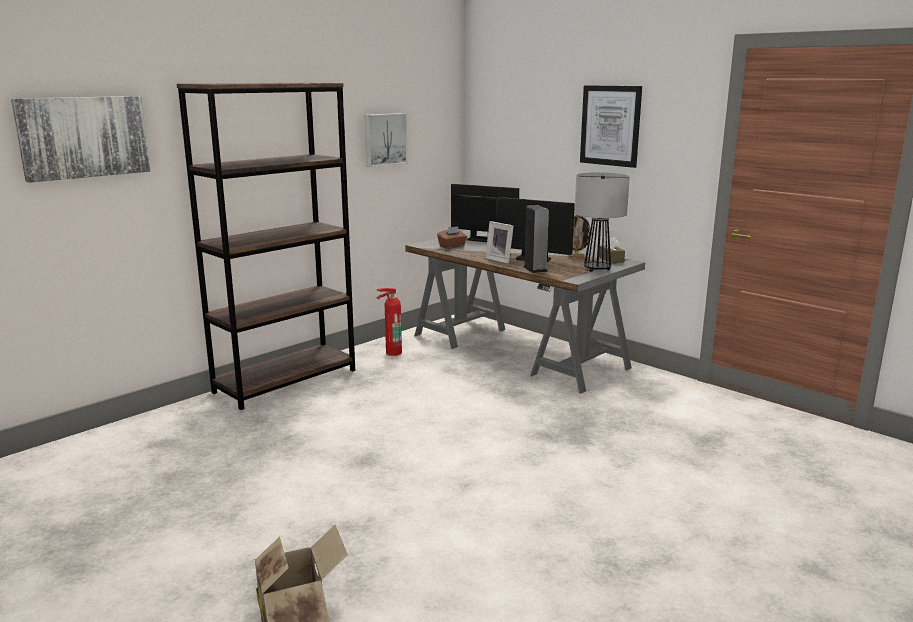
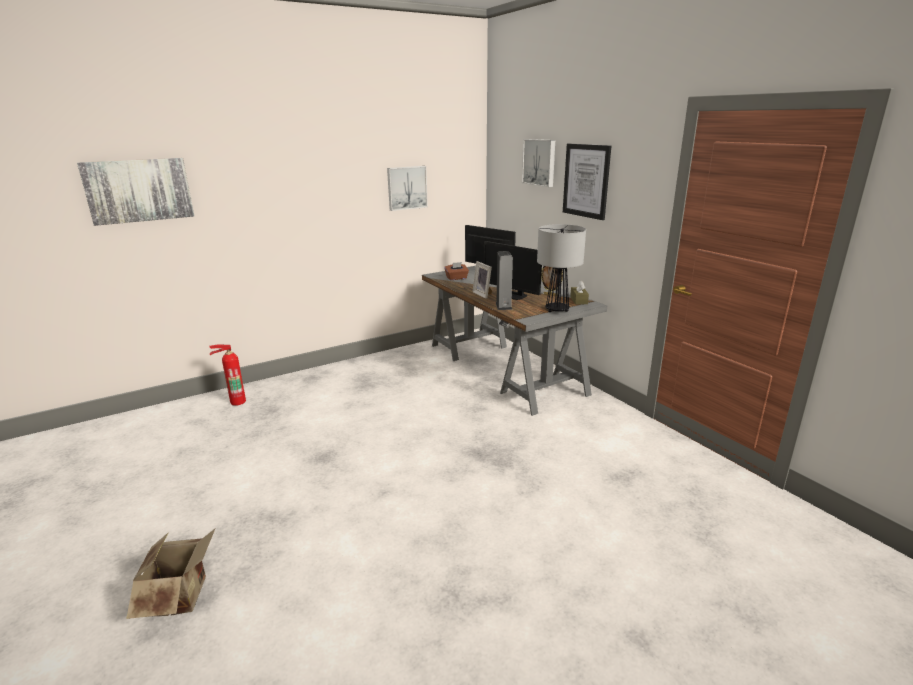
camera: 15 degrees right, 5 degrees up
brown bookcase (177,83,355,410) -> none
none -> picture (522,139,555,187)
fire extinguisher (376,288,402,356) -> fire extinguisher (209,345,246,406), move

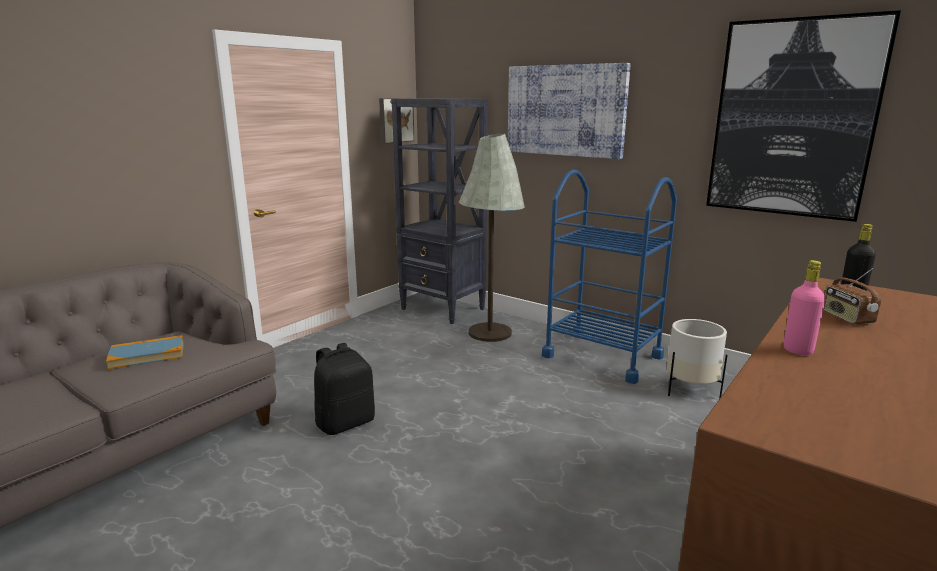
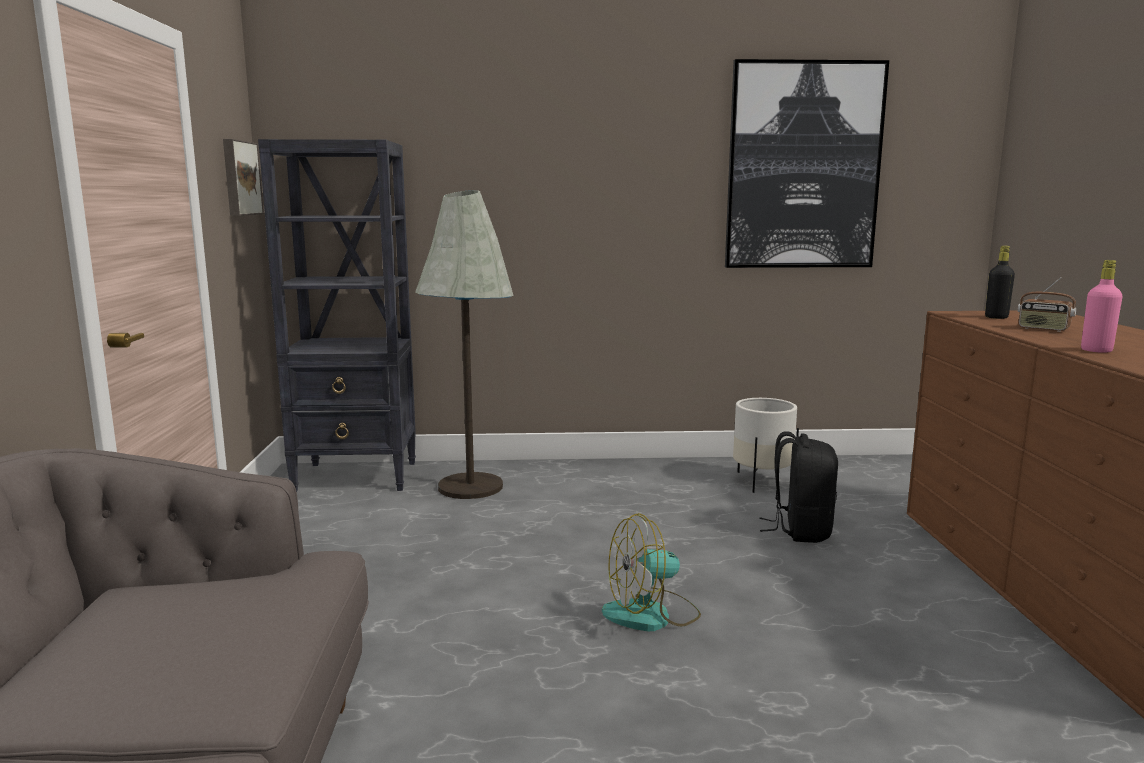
camera: 40 degrees left, 5 degrees down
book (106,335,184,369) -> none
picture (508,63,631,159) -> none
blue cart (542,170,677,384) -> none
none -> fan (602,513,701,631)
black backpack (314,343,375,435) -> black backpack (759,432,838,543), move

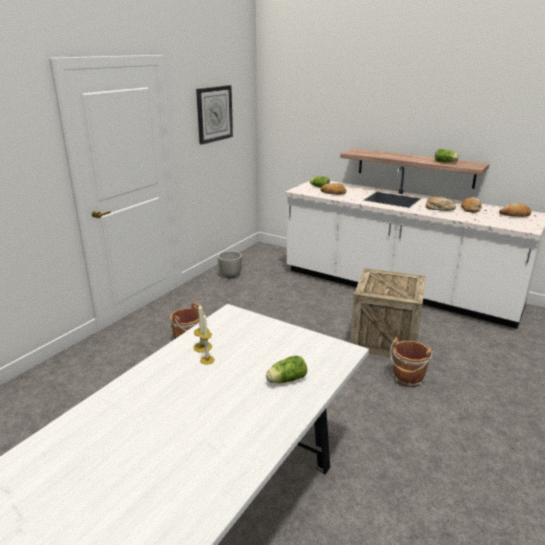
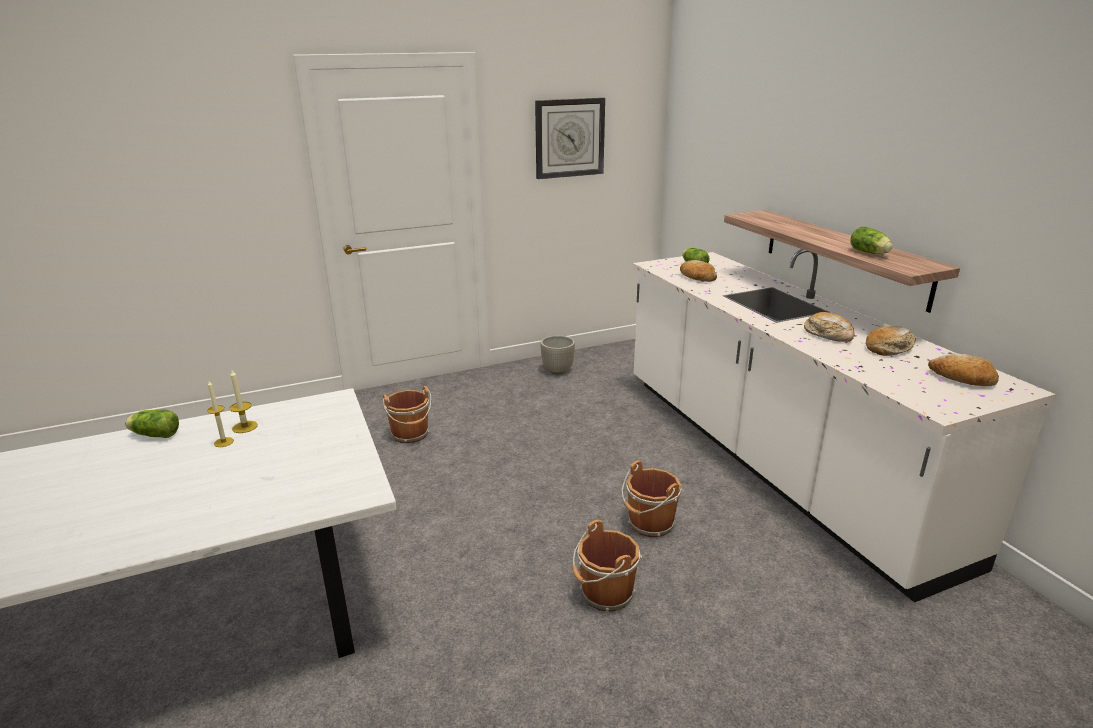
camera: 35 degrees right, 0 degrees up
lettuce (266,356,307,383) -> lettuce (125,410,179,438), move
crate (350,268,426,358) -> brown bucket (621,460,682,537)

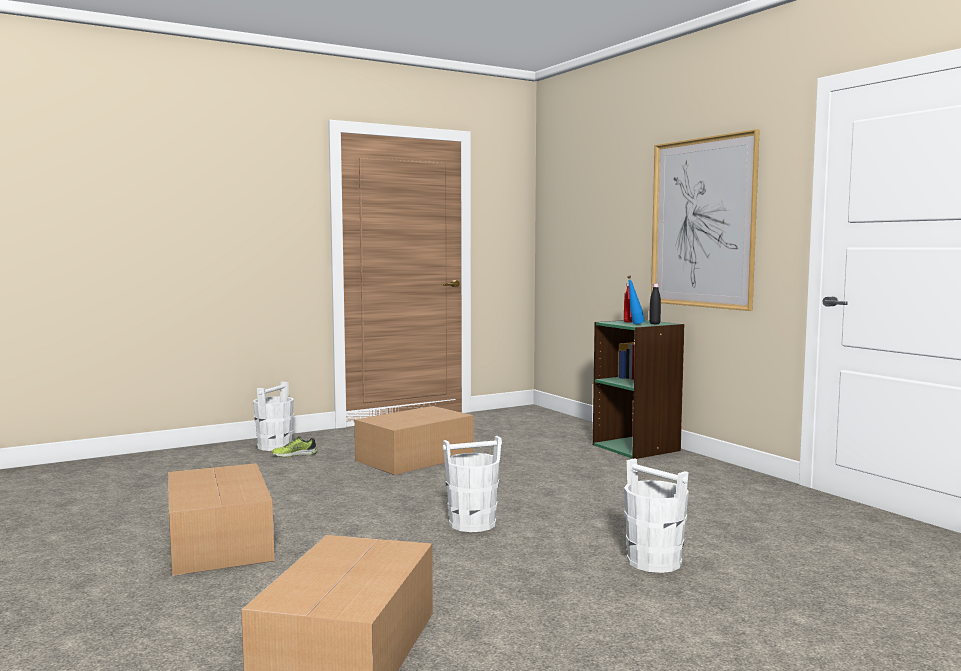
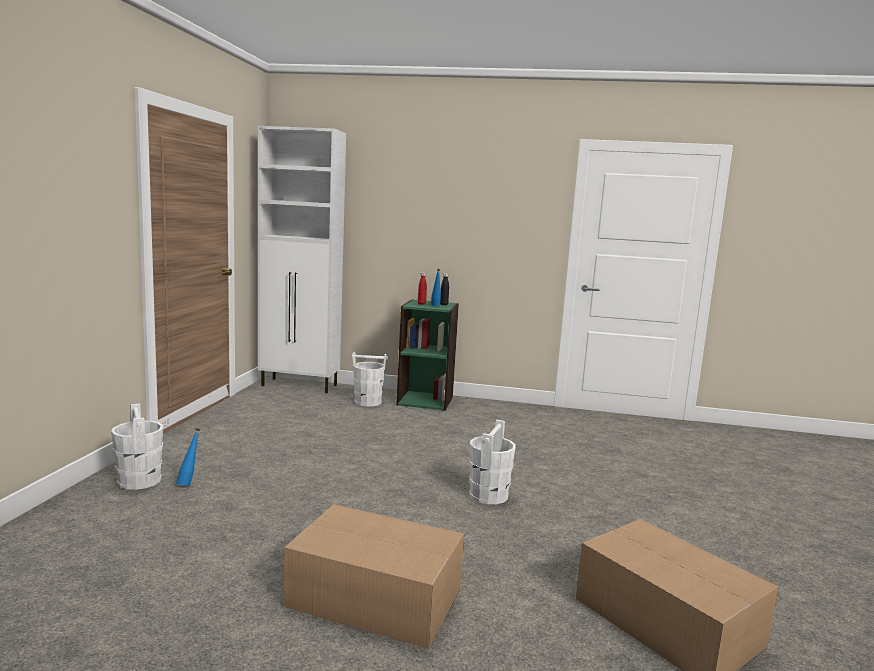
camera: 50 degrees left, 5 degrees up
cardboard box (355,406,474,475) -> none
picture (651,129,760,311) -> none
none -> white cabinet (258,126,346,393)
white bucket (624,458,689,573) -> white bucket (352,352,388,407), move
shoe (272,436,318,457) -> blue bottle (176,428,200,486)

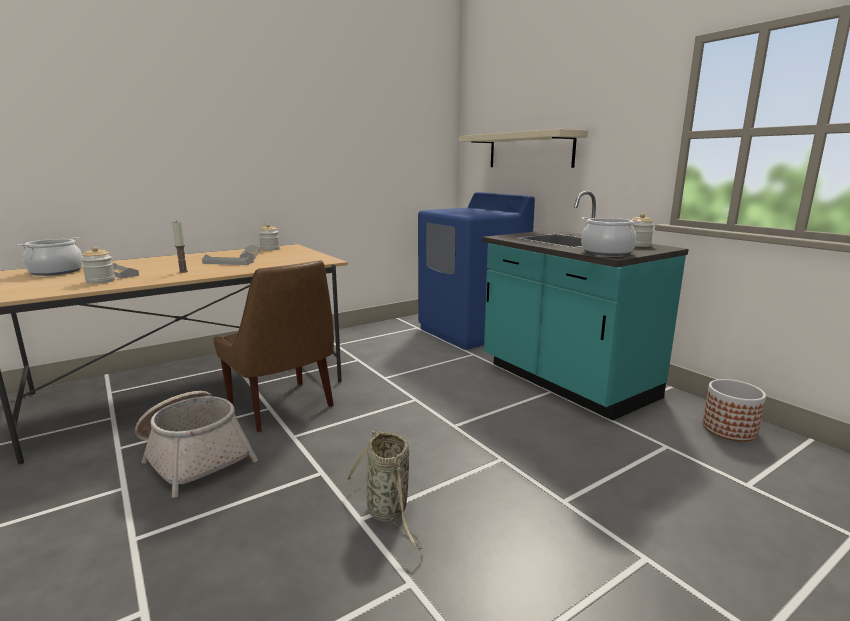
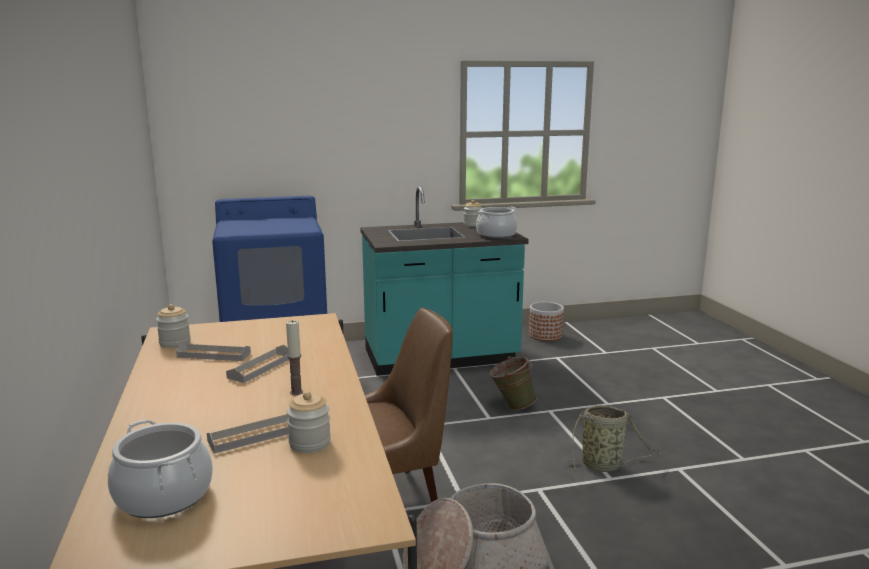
camera: 70 degrees left, 0 degrees up
beige shelf (459,129,588,168) -> none
none -> green bucket (489,356,537,410)

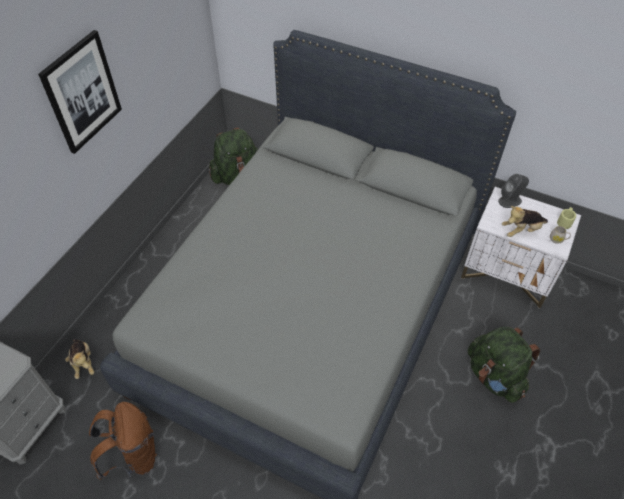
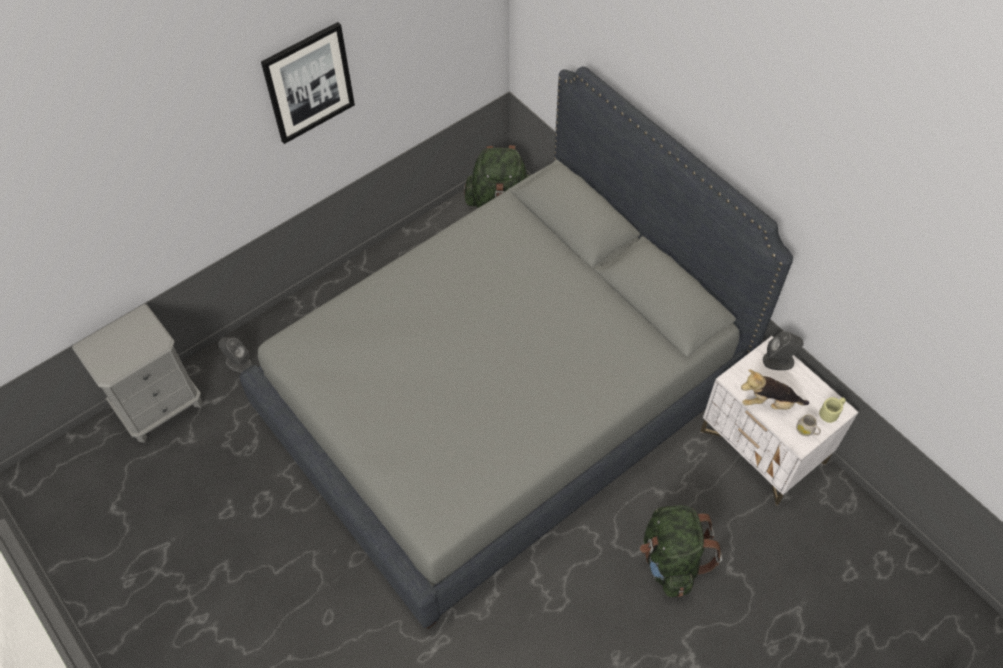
camera: 25 degrees right, 5 degrees up
brown backpack (89,402,157,480) -> none
plush toy (65,339,95,379) -> grey speaker (218,337,252,373)

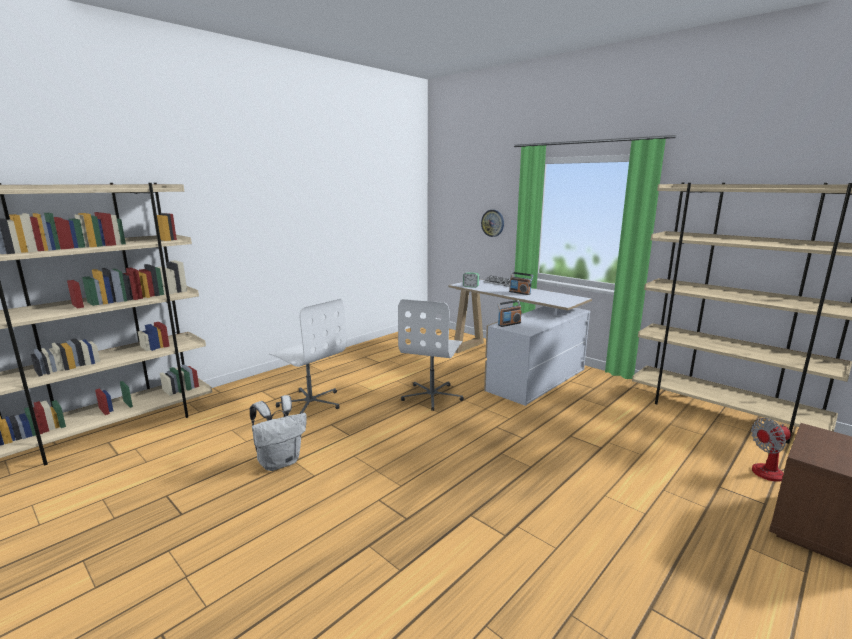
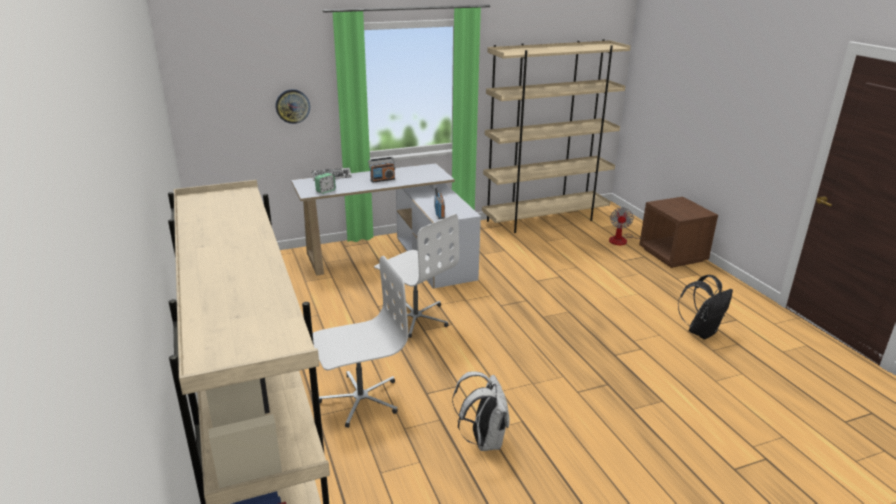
camera: 65 degrees left, 10 degrees up
none -> black backpack (678,275,733,339)

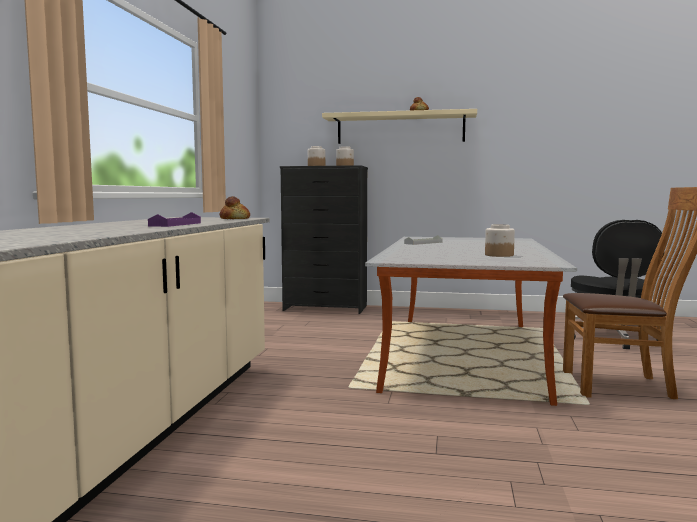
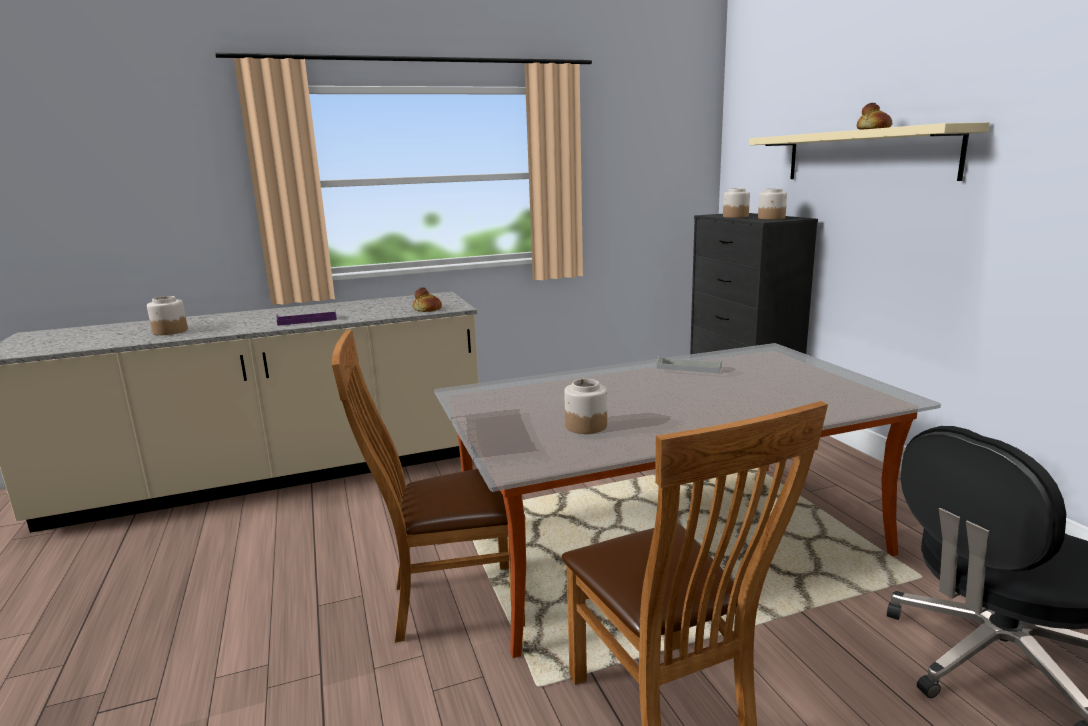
camera: 60 degrees right, 10 degrees up
none -> jar (147,296,188,335)
none -> brown chair (332,330,525,642)

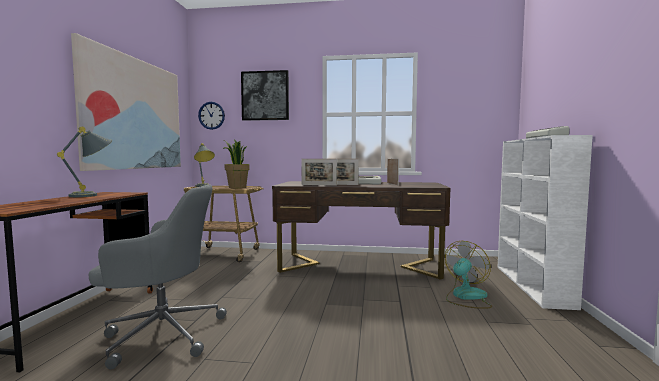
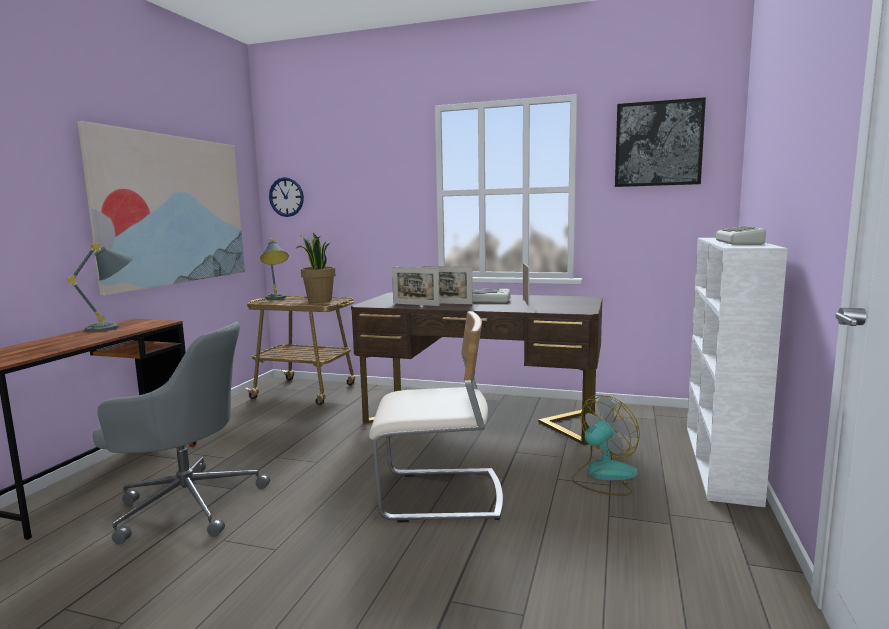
camera: 10 degrees right, 5 degrees up
none -> beige chair (369,311,503,522)
picture (241,70,289,121) -> picture (615,97,706,187), move

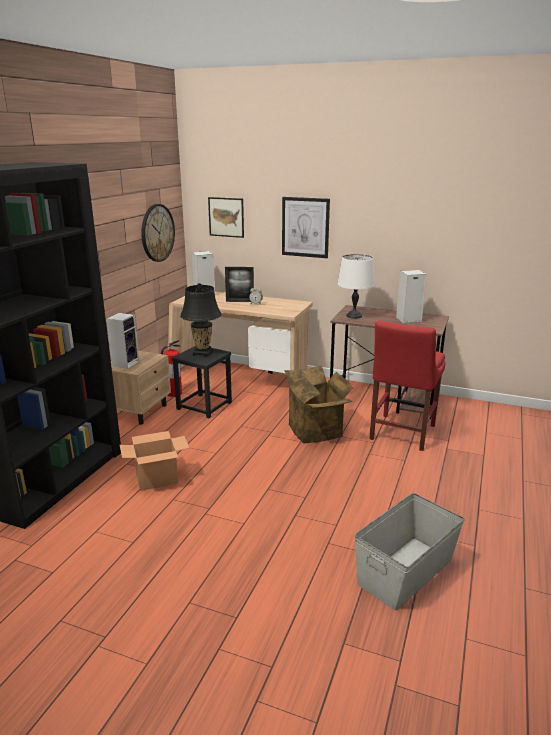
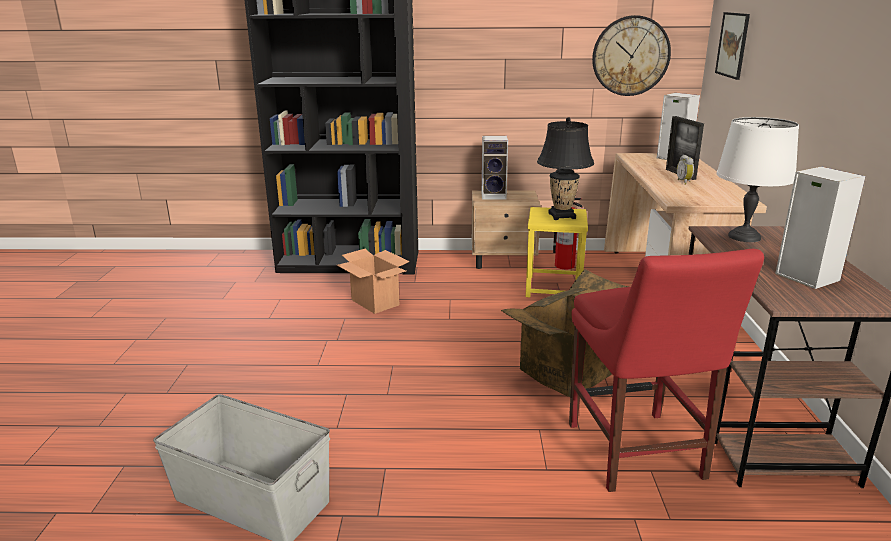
camera: 70 degrees right, 0 degrees up
picture (282,197,330,258) -> none
black stool (172,346,232,418) -> yellow stool (526,207,588,297)
red chair (369,320,446,451) -> red chair (569,249,764,492), 105 degrees counterclockwise

